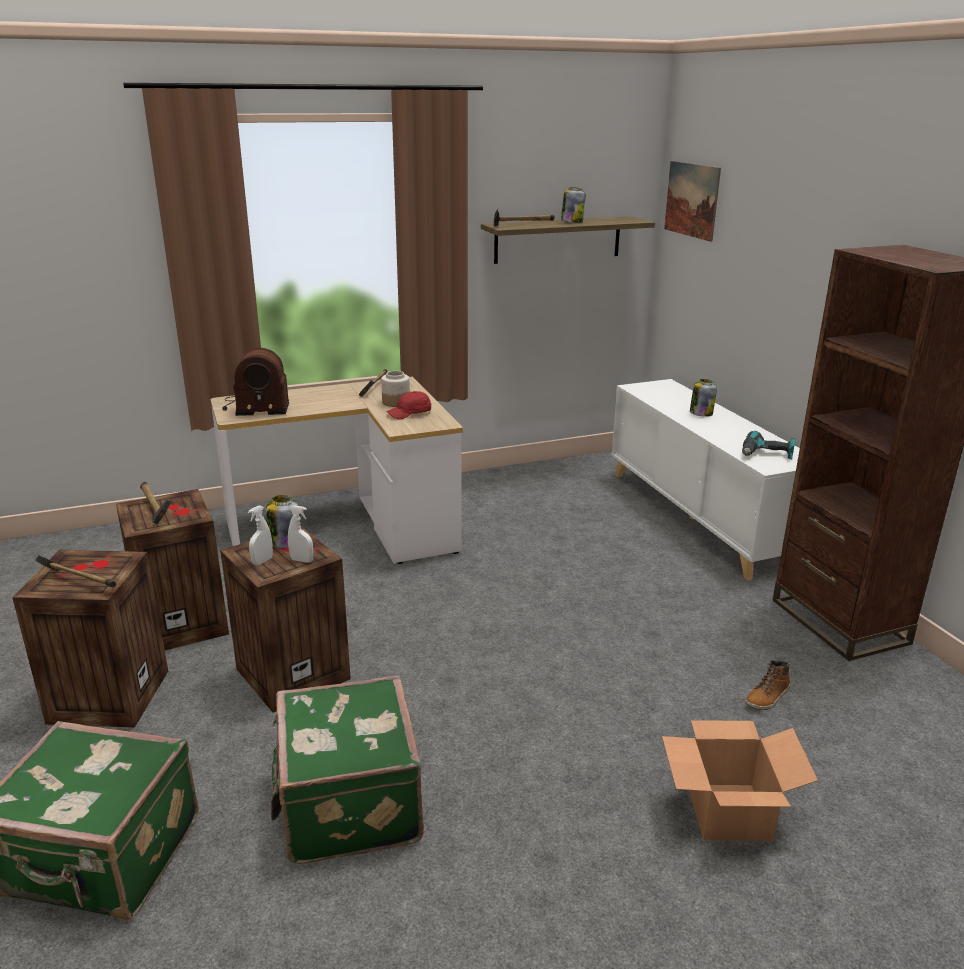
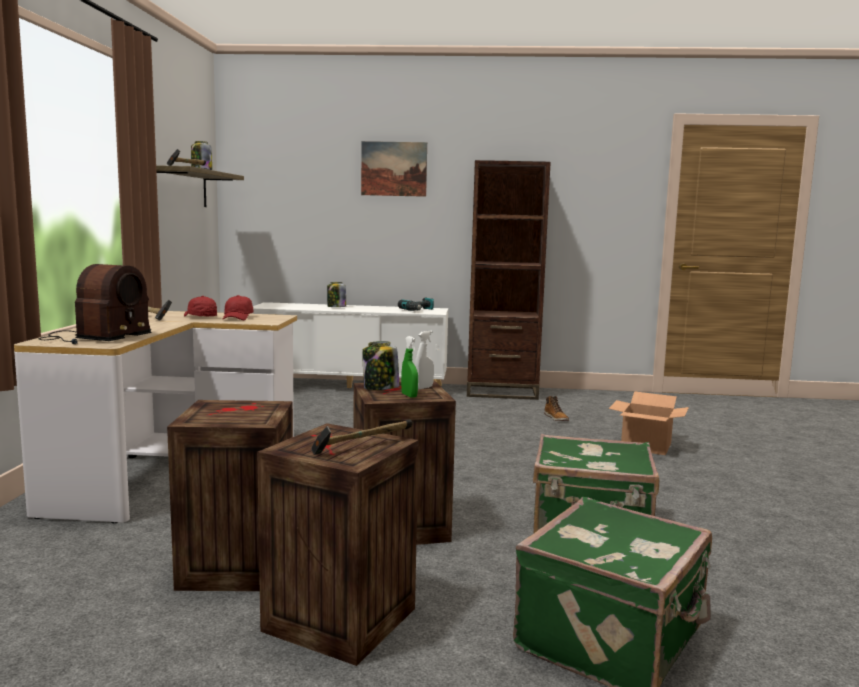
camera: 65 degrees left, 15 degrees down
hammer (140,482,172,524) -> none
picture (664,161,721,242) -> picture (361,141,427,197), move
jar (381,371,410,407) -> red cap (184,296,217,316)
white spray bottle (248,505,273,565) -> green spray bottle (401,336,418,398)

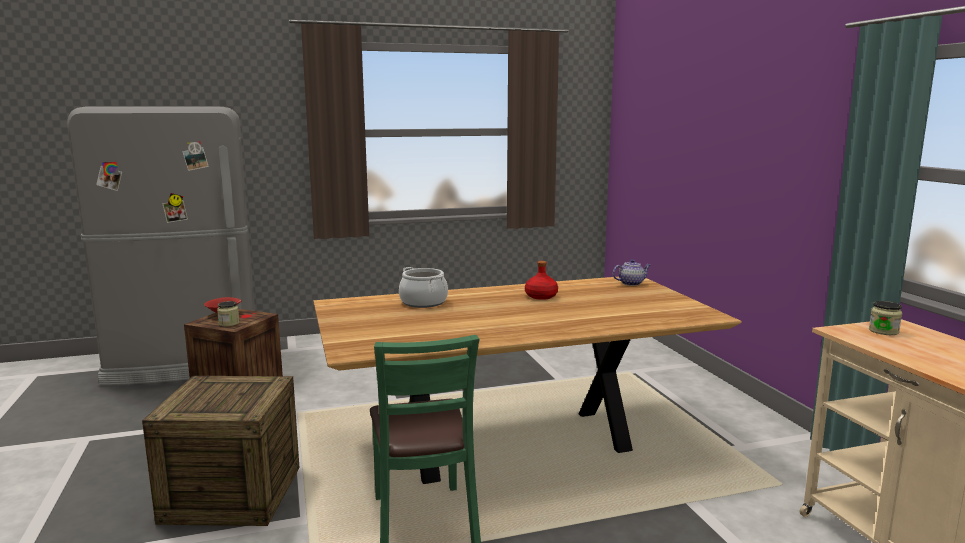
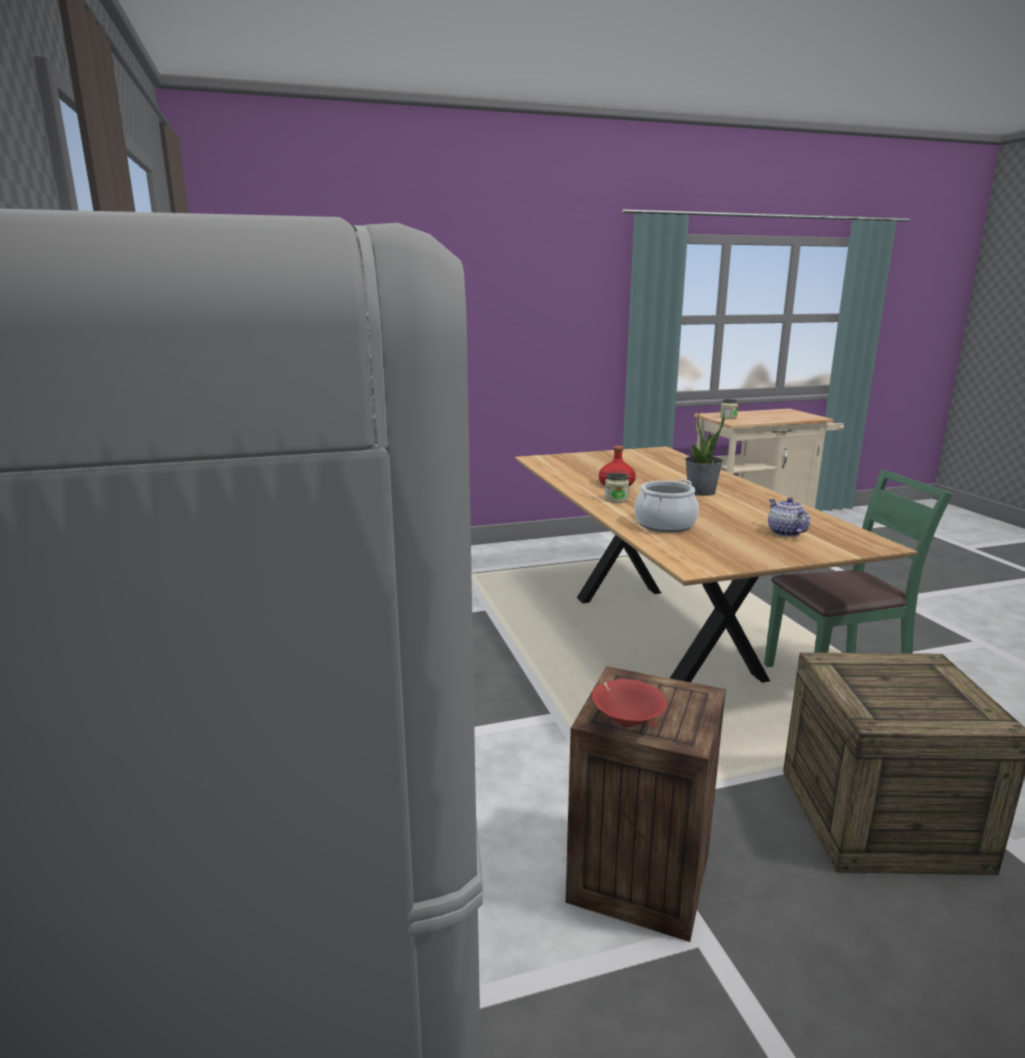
camera: 90 degrees left, 5 degrees up
none -> potted plant (685,411,725,496)
jar (217,301,240,326) -> jar (604,473,629,503), move
teapot (613,259,651,286) -> teapot (768,498,810,537), move

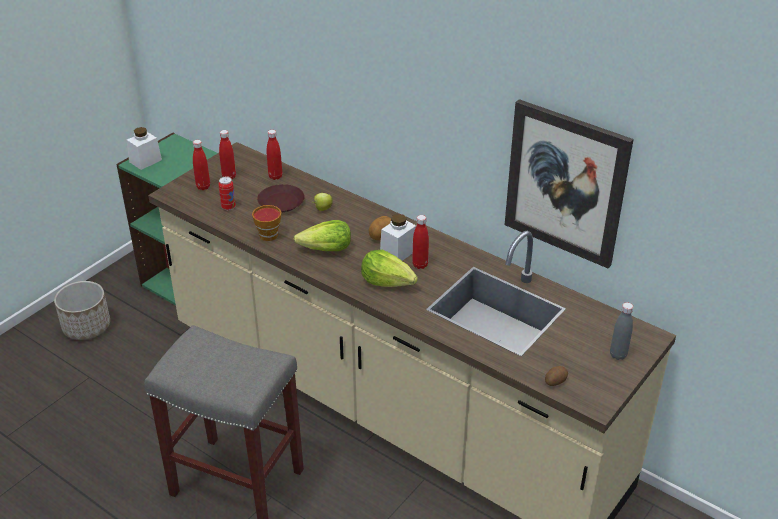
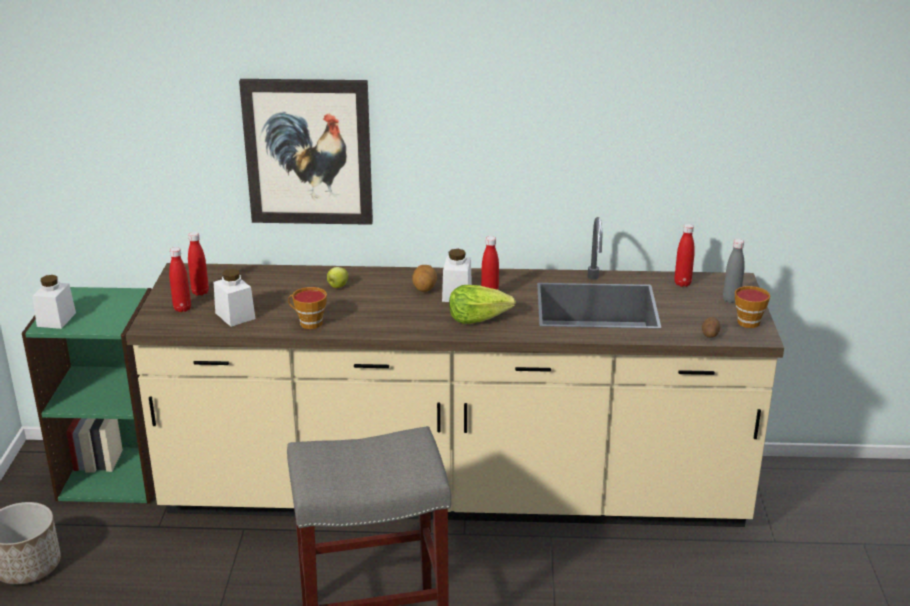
camera: 35 degrees left, 10 degrees down
brown plate (257,184,305,213) -> none
lettuce (294,220,351,251) -> none
none -> cup (735,286,770,328)
red bottle (267,130,282,180) -> red bottle (674,224,695,287), move
picture (505,99,634,268) -> picture (239,79,373,225), move
can (218,177,236,210) -> white jar (214,269,256,327)

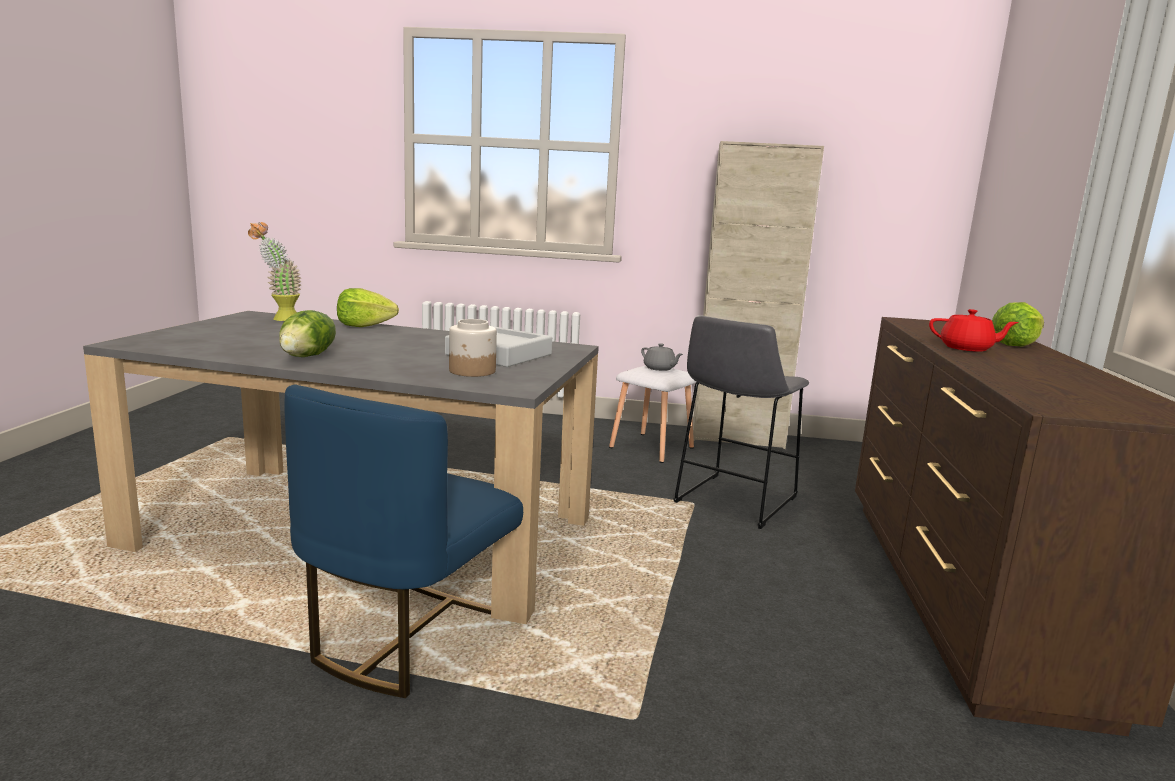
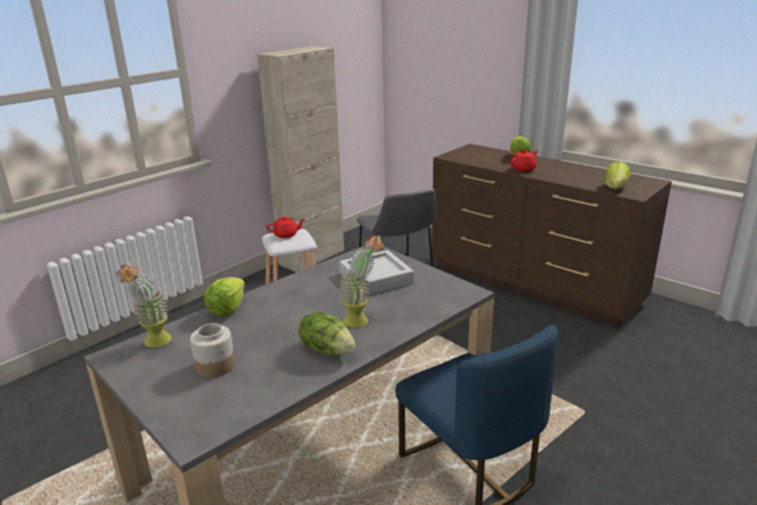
camera: 55 degrees left, 10 degrees up
none -> potted plant (339,235,384,328)
none -> lettuce (605,161,631,189)
jar (449,319,497,377) -> jar (190,323,235,377), move
grey teapot (641,343,683,371) -> red teapot (266,217,305,238)

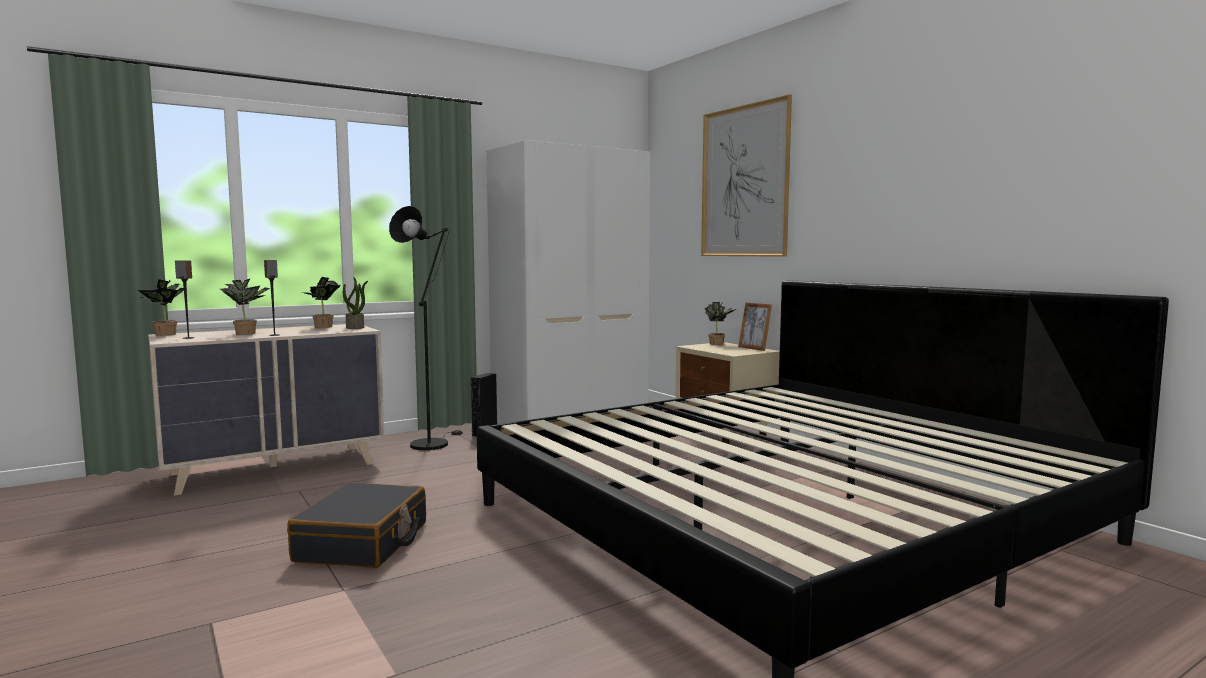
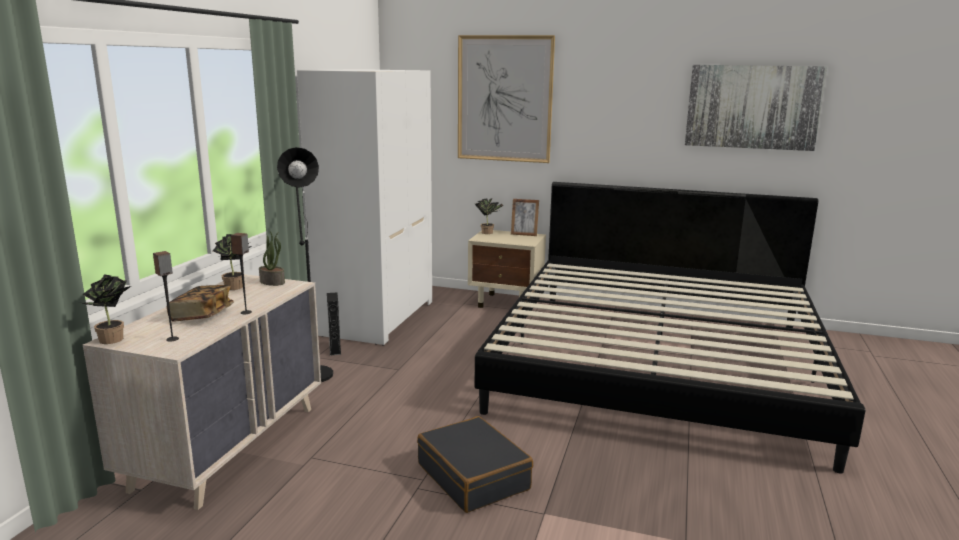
camera: 40 degrees left, 10 degrees up
none -> picture (685,65,828,151)
potted plant (220,279,270,335) -> book (167,285,234,322)

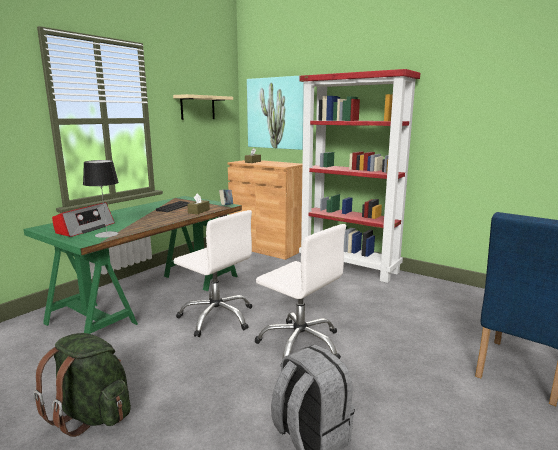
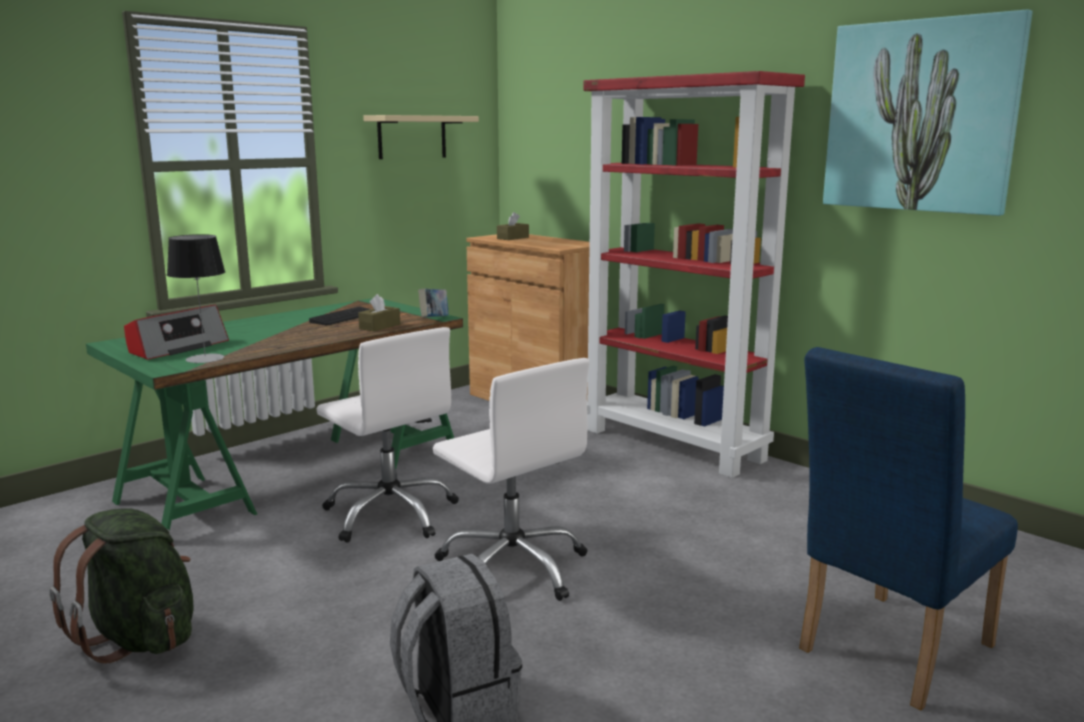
camera: 10 degrees right, 0 degrees up
picture (247,75,304,150) -> picture (823,10,1033,216), move

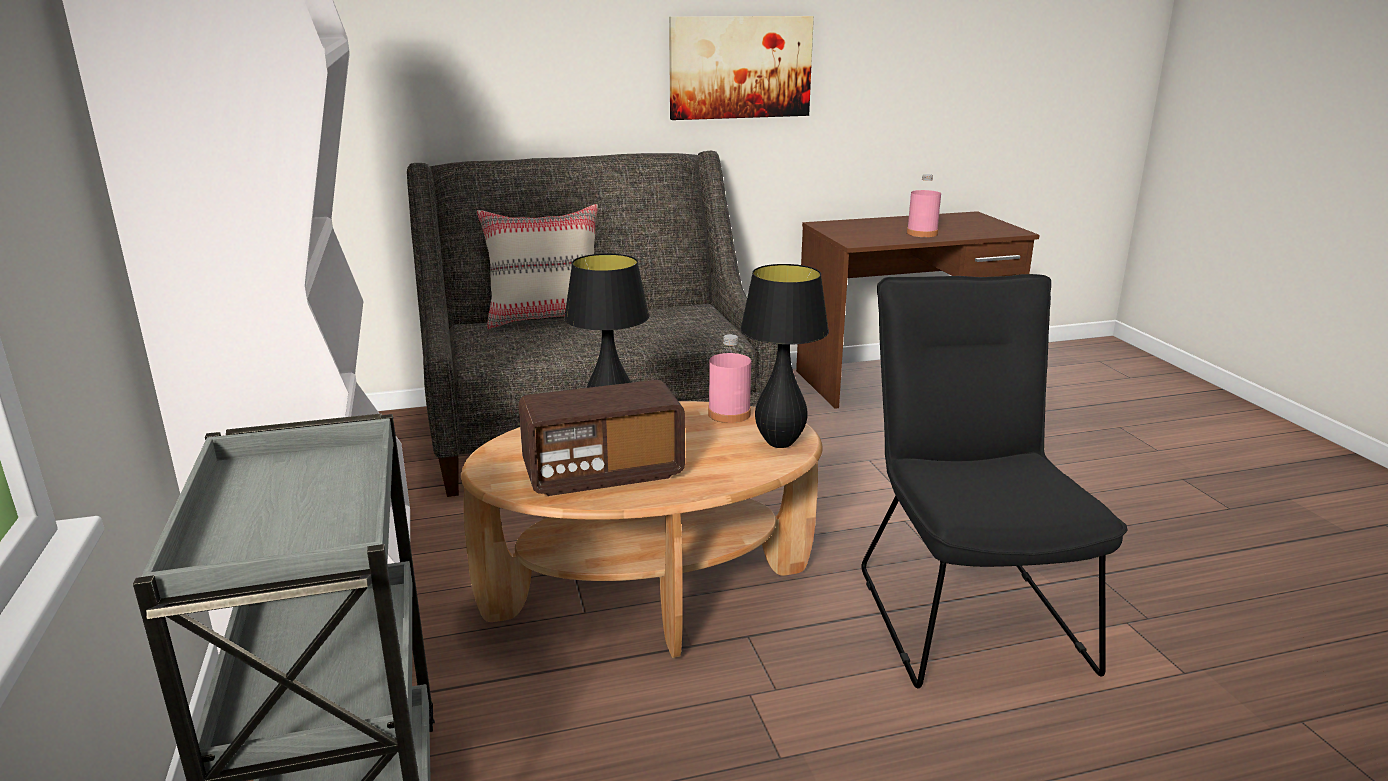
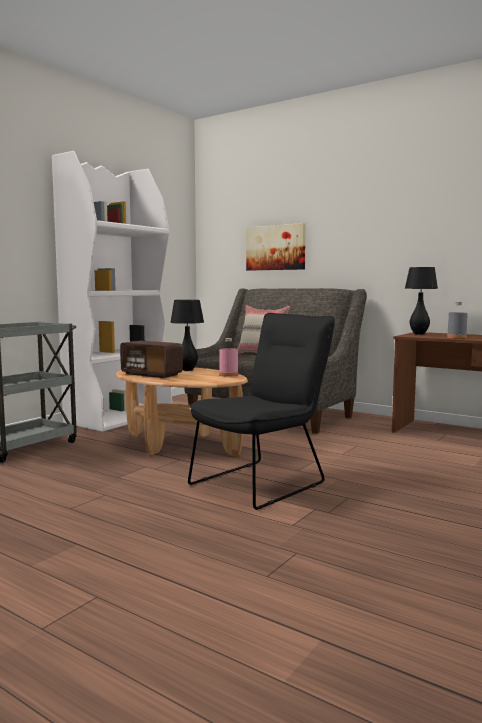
camera: 50 degrees right, 15 degrees down
picture (669,16,814,120) -> picture (246,223,306,271), move
black table lamp (740,264,829,448) -> black table lamp (405,267,438,335), move
pink bottle (907,174,941,237) -> grey bottle (447,302,468,338)

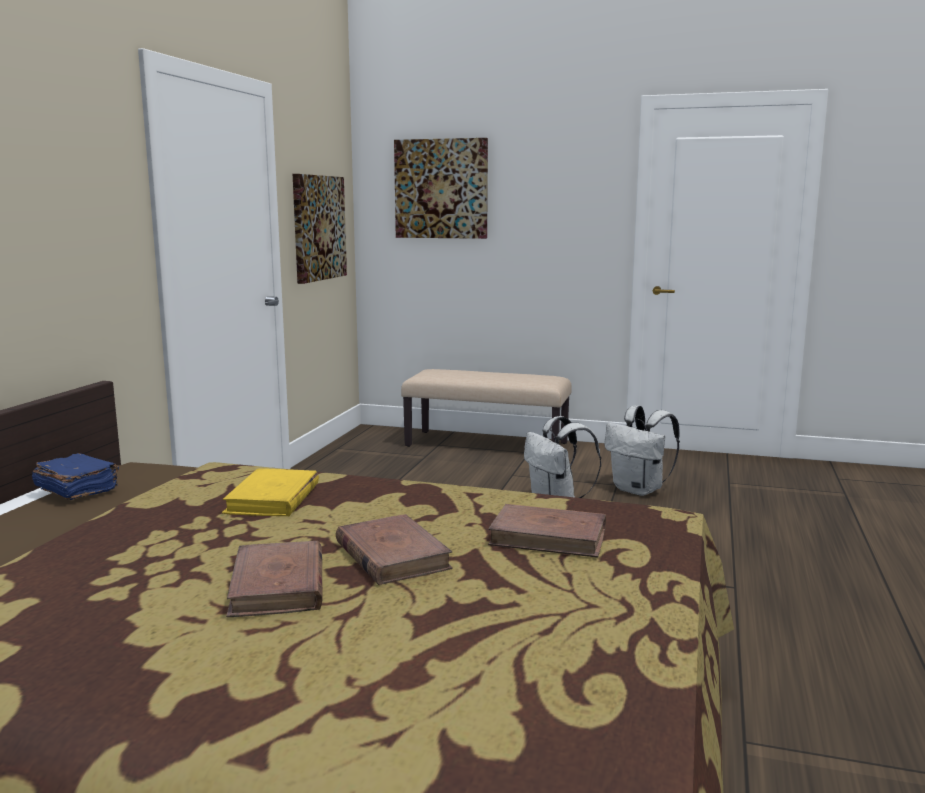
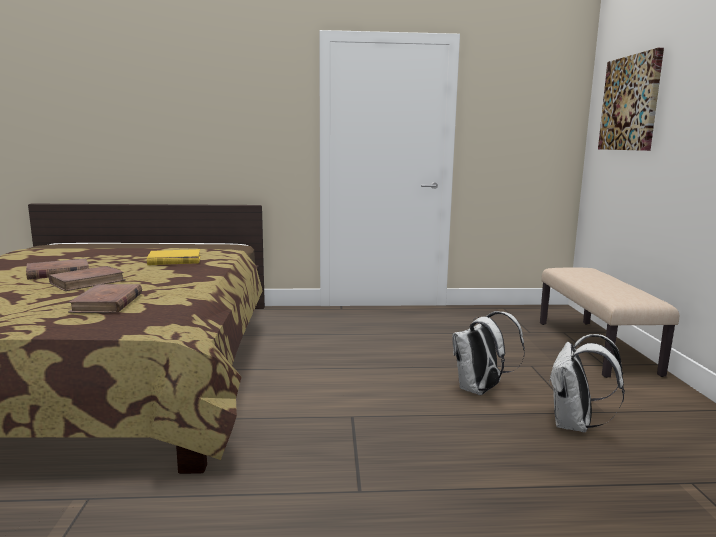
camera: 70 degrees right, 0 degrees up
blue book (32,453,119,500) -> none
picture (293,174,347,284) -> none

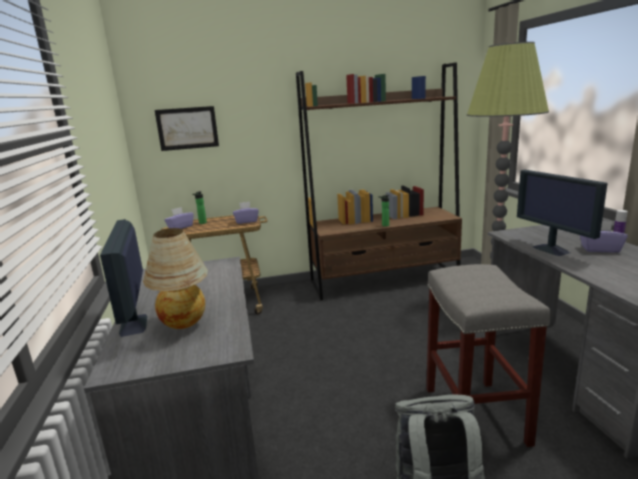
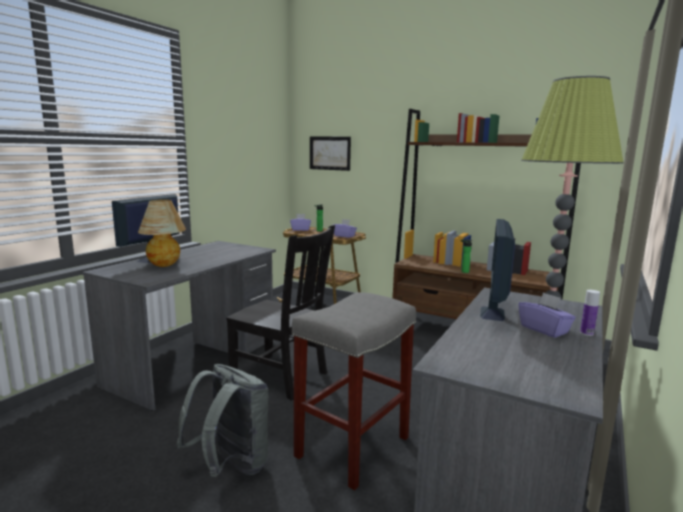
camera: 40 degrees right, 5 degrees down
none -> black chair (226,225,335,401)

